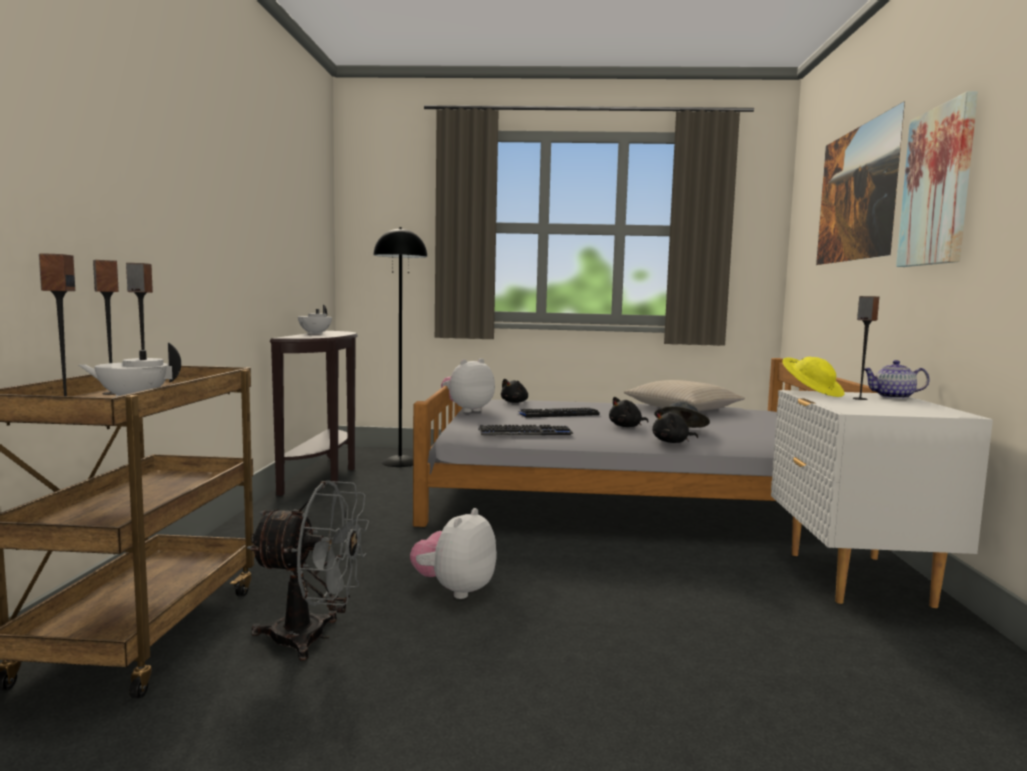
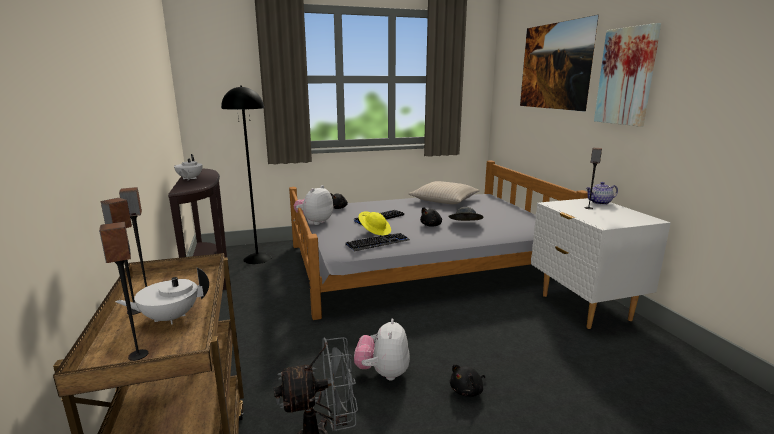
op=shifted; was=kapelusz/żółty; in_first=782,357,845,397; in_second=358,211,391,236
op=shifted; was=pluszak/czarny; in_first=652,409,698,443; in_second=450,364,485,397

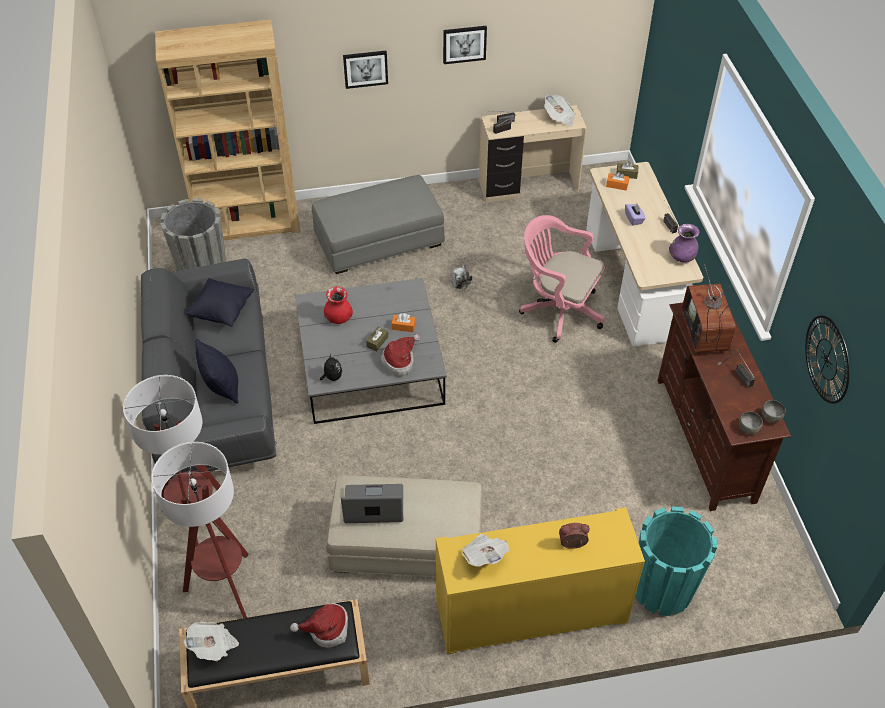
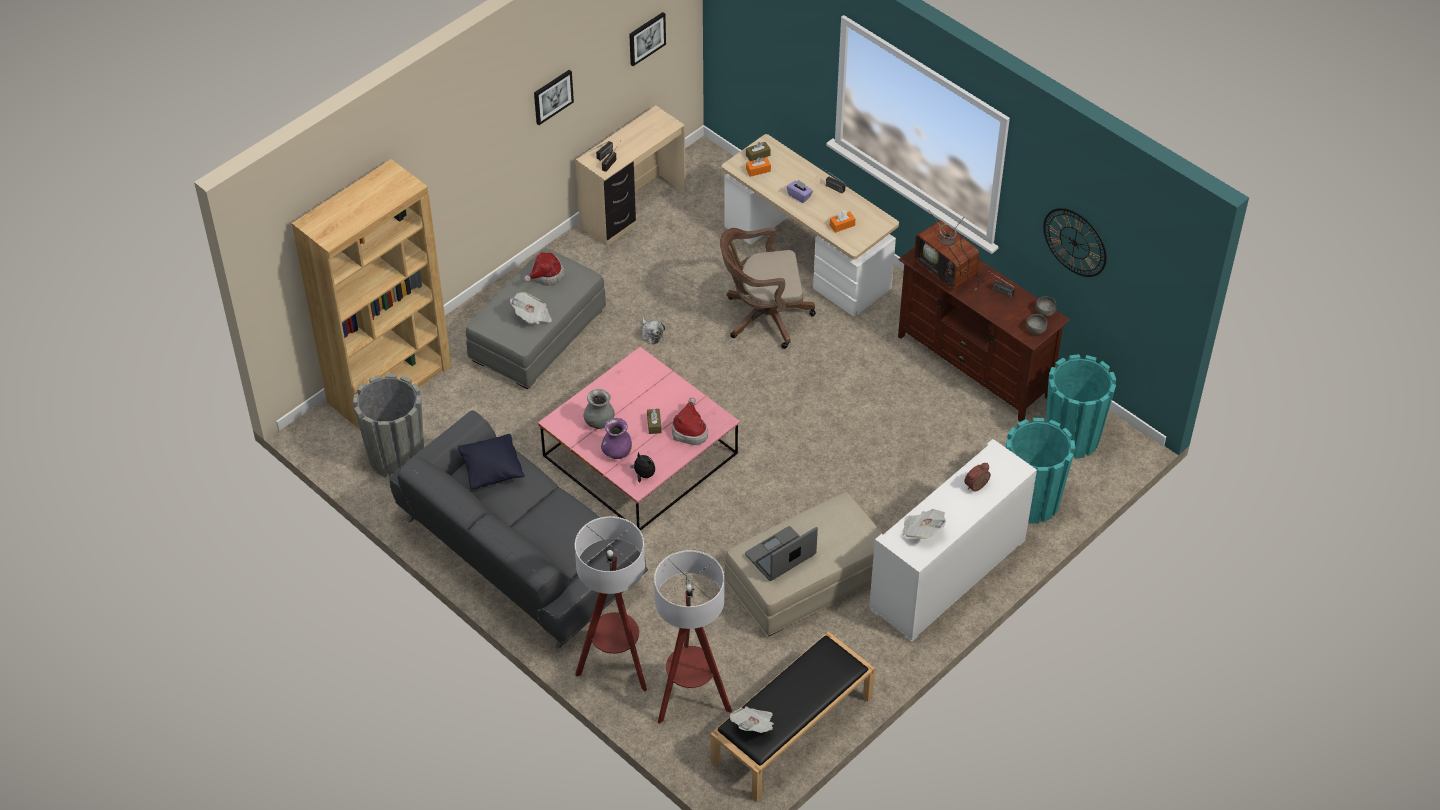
op=shifted; was=obraz; in_first=343,51,388,89; in_second=629,12,666,66
op=shifted; was=gazeta; in_first=544,94,576,127; in_second=510,292,552,324
op=repainted; was=krzesło biurowe/różowy; now=krzesło biurowe/brązowy; in_first=519,215,605,343; in_second=720,227,816,349
op=shifted; was=wazon/fioletowy; in_first=669,224,700,263; in_second=601,418,632,459
op=repainted; was=ława/szary; now=ława/różowy; in_first=295,278,447,424; in_second=538,347,740,531
op=repainted; was=wazon/czerwony; now=wazon/szary; in_first=324,287,353,324; in_second=584,389,614,429
op=shifted; was=pudełko chusteczek/pomarańczowy; in_first=392,313,416,332; in_second=830,211,855,233
op=gone; was=poduszka/czarny; in_first=195,339,239,404
op=repainted; was=szafka/żółty; now=szafka/biały; in_first=436,507,645,654; in_second=869,439,1037,643
op=shifted; was=kapelusz; in_first=290,603,348,648; in_second=524,252,565,286
op=new; now=donica/turkusowy; in_second=1045,354,1116,459

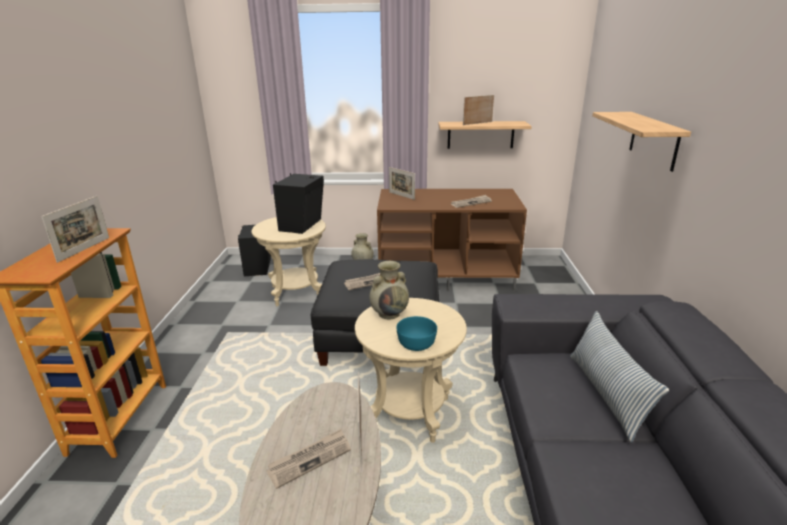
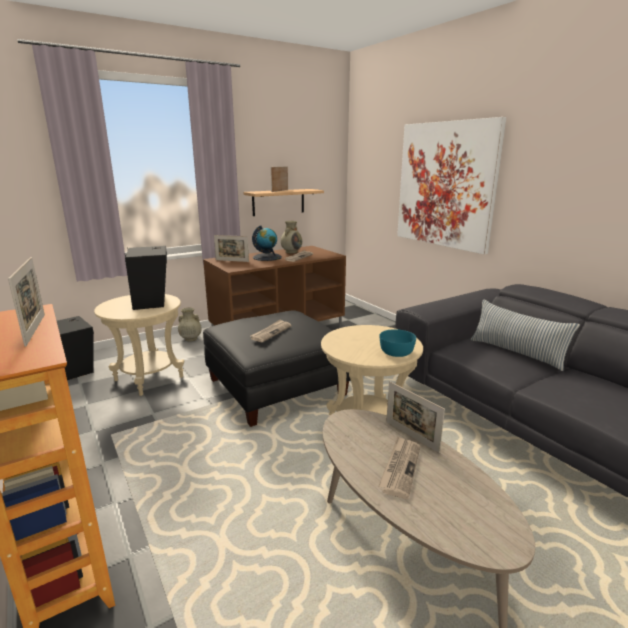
op=swapped; was=półka; now=obraz; in_first=592,112,691,172; in_second=397,117,506,254
op=shifted; was=wazon/beżowy; in_first=369,261,409,320; in_second=280,221,302,253
op=new; now=globus; in_second=252,225,282,261

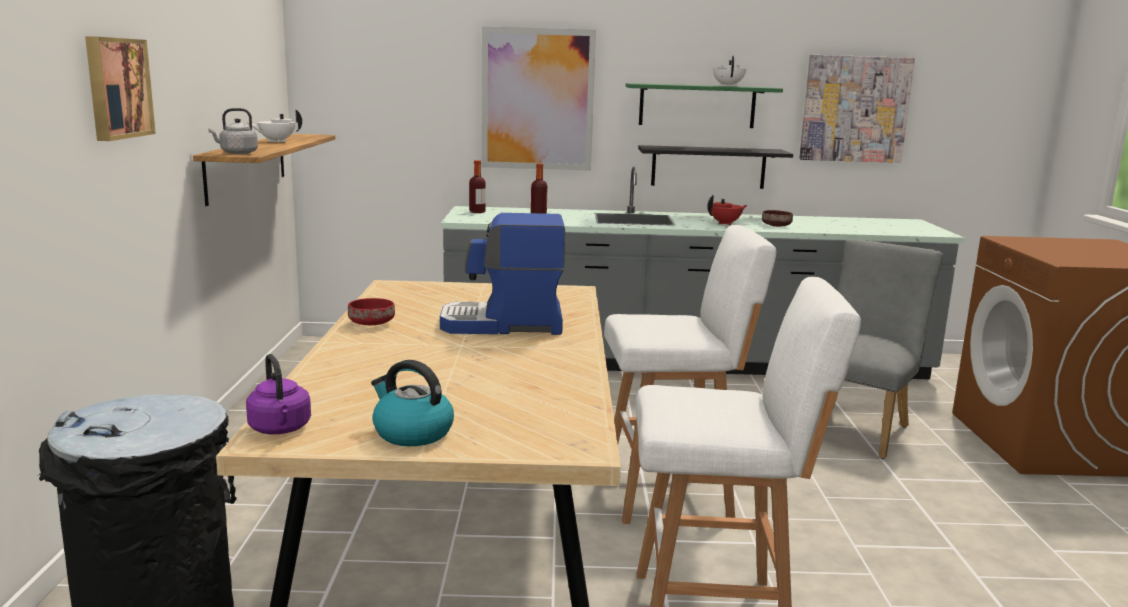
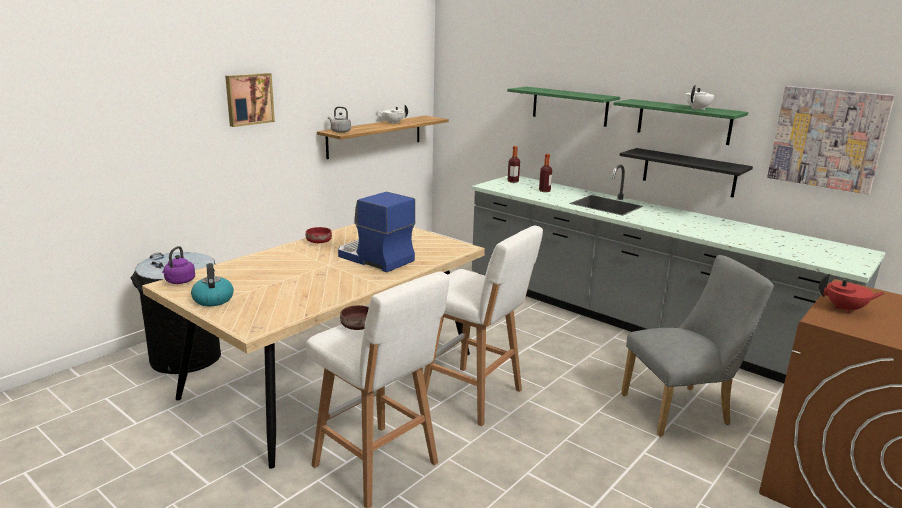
op=swapped; was=obraz; now=półka/zielony; in_first=481,26,596,171; in_second=507,87,620,127
op=shifted; was=imbryk/czerwony; in_first=707,195,747,225; in_second=819,274,885,314
op=shifted; was=miska/brązowy; in_first=762,210,793,227; in_second=340,305,369,330

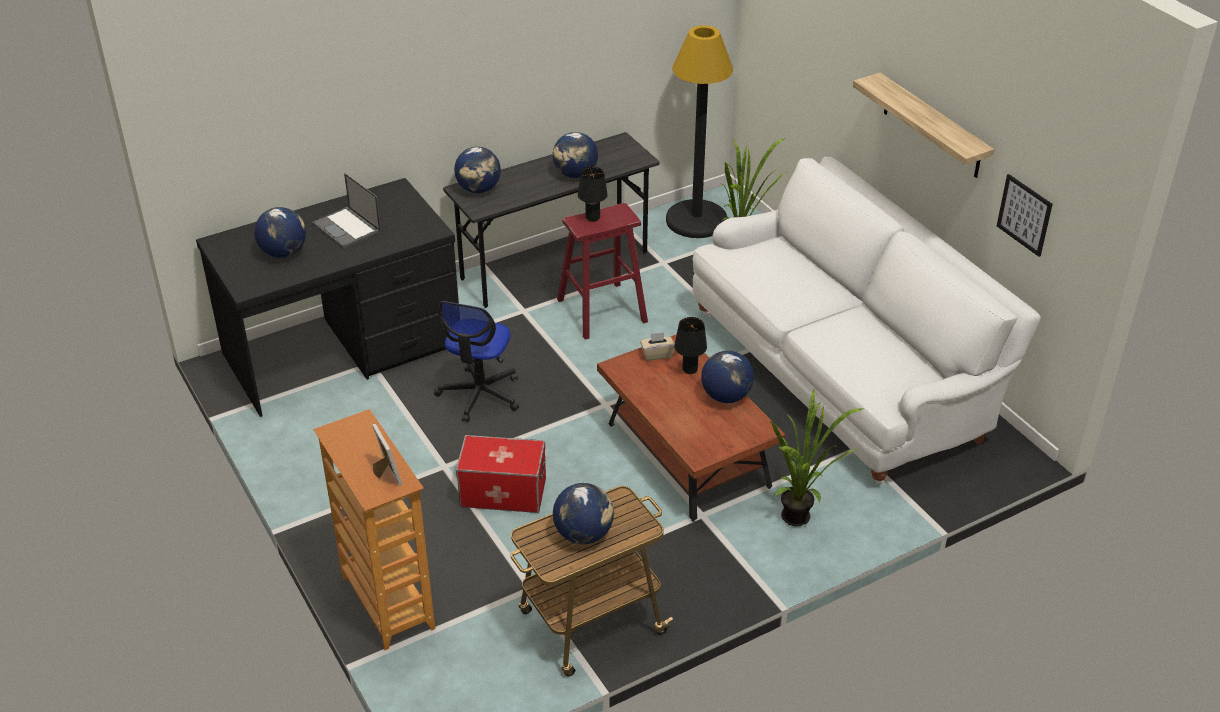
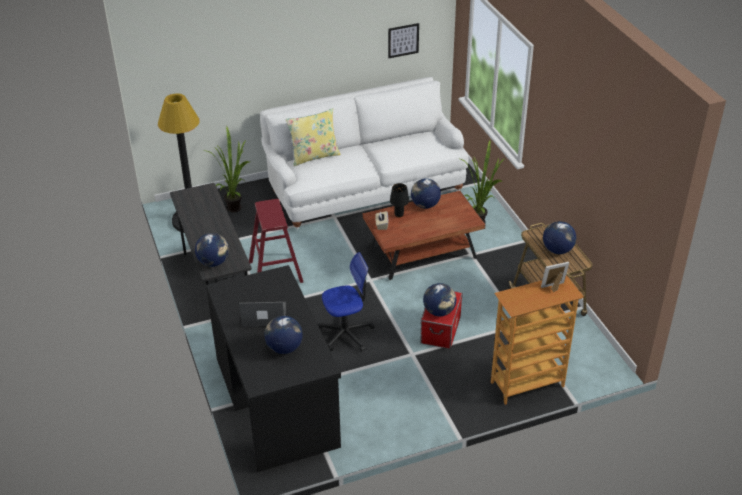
op=gone; was=półka; in_first=853,72,994,178
op=shifted; was=globus; in_first=553,132,598,178; in_second=423,283,456,316
op=gone; was=lampa stołowa/czarny; in_first=578,167,608,222
op=rotated; was=laptop; in_first=312,173,381,249; in_second=239,302,286,327; clockwise=-150
op=rotated; was=krzesło biurowe; in_first=434,301,519,422; in_second=318,252,375,352; clockwise=-45
op=new; now=poduszka/żółty; in_second=286,108,341,166

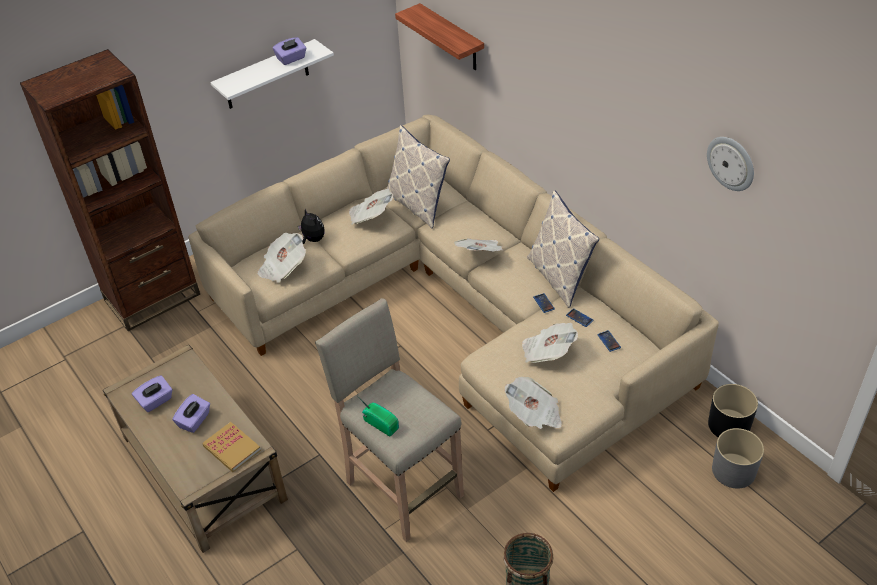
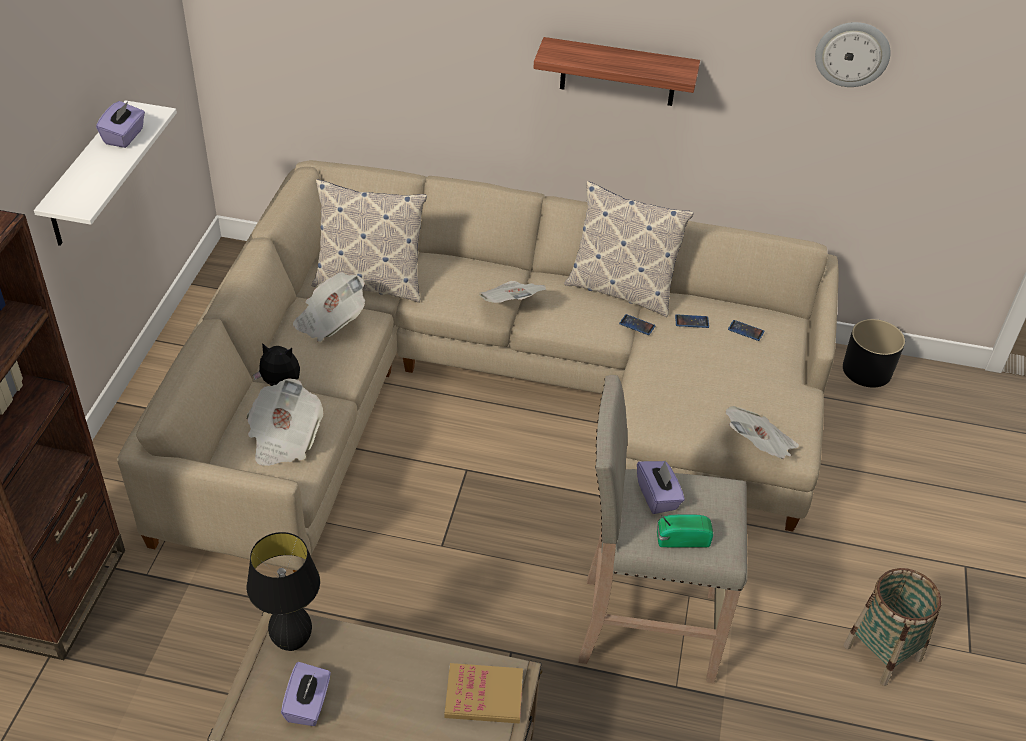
op=shifted; was=półka; in_first=395,3,484,70; in_second=534,37,700,106
op=gone; was=gazeta; in_first=522,323,578,363
op=shifted; was=pudełko chusteczek/fioletowy; in_first=172,394,210,433; in_second=637,461,685,514
op=gone; was=donica/szary; in_first=712,428,764,489
op=new; now=lampa stołowa/czarny; in_second=247,532,320,651

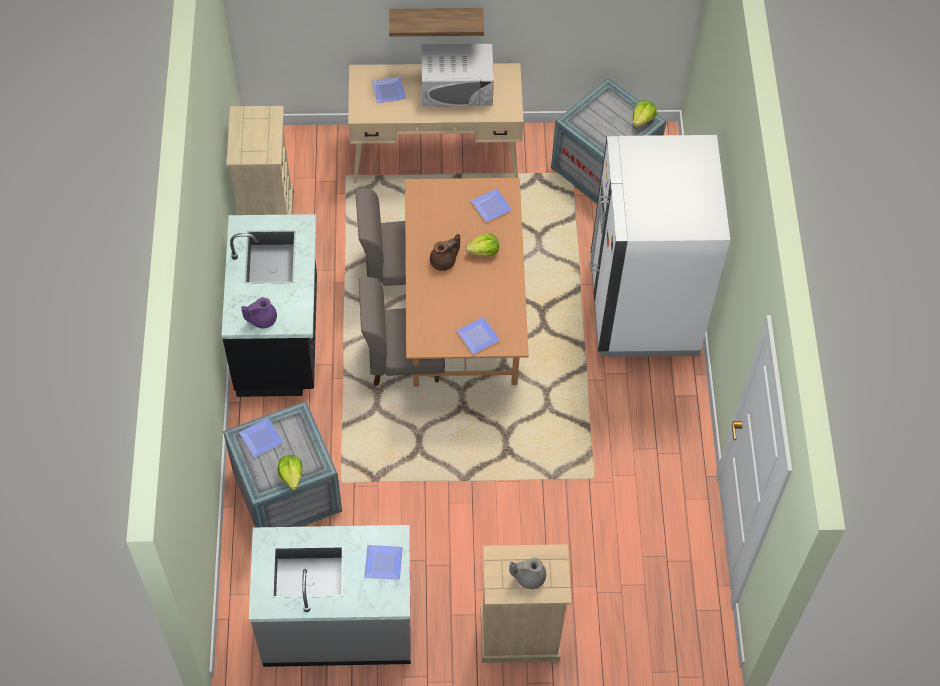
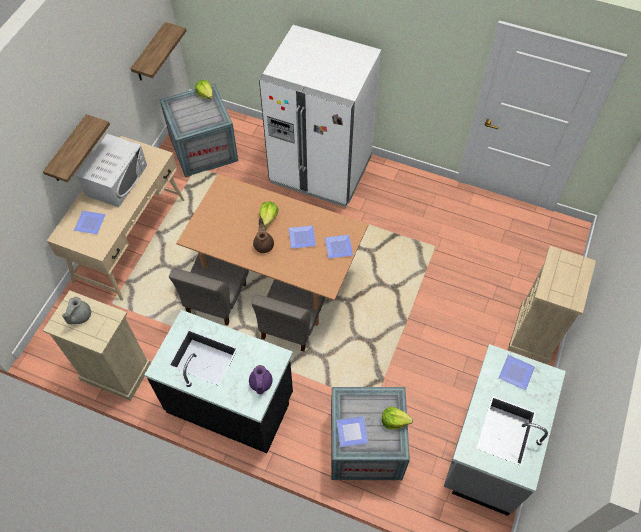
op=shifted; was=talerz; in_first=471,188,512,222; in_second=289,225,316,249
op=shifted; was=imbryk/szary; in_first=509,558,546,589; in_second=62,297,91,324
op=new; now=półka; in_second=130,22,186,81

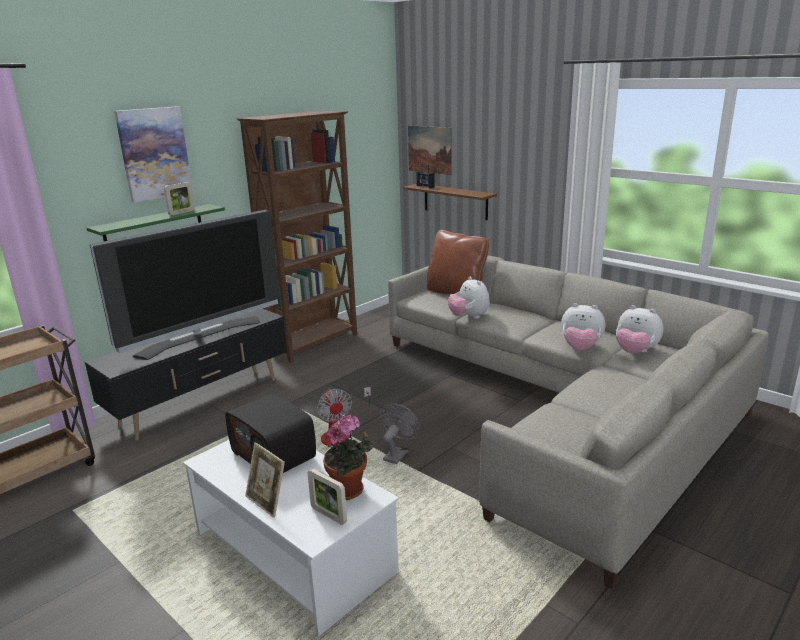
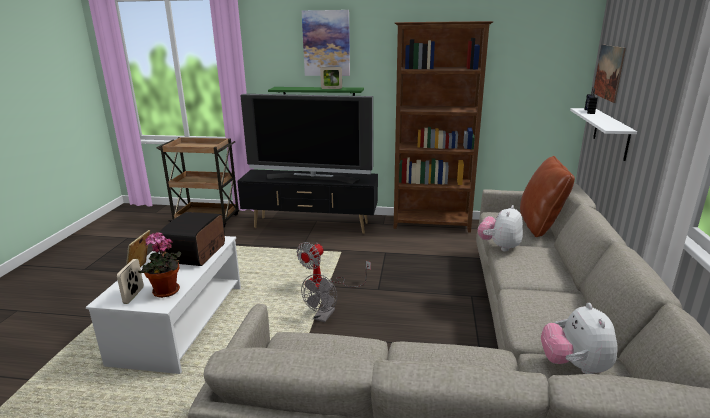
op=repainted; was=półka/brązowy; now=półka/biały; in_first=403,184,497,220; in_second=570,108,637,161
op=gone; was=pluszak; in_first=561,303,605,351
op=rotated; was=wentylator/szary; in_first=380,403,420,464; in_second=301,274,337,322; clockwise=120

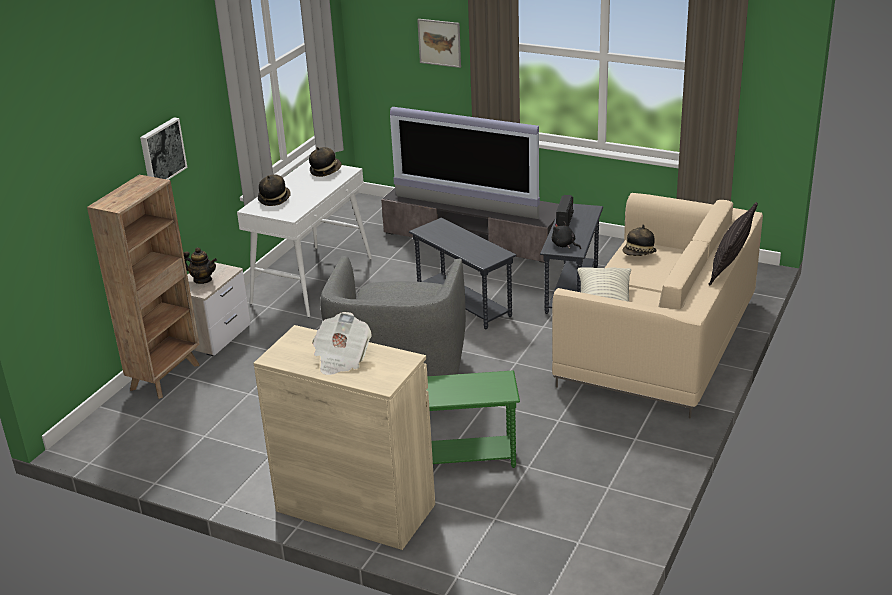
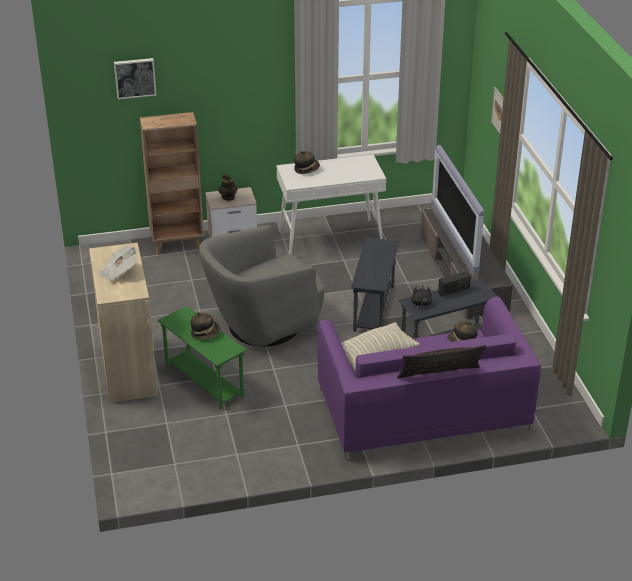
op=shifted; was=obraz; in_first=140,117,187,180; in_second=114,58,156,99
op=shifted; was=kapelusz; in_first=309,147,342,177; in_second=190,312,220,339
op=repainted; was=kanapa/beżowy; now=kanapa/fioletowy; in_first=552,193,763,418; in_second=318,296,541,460

